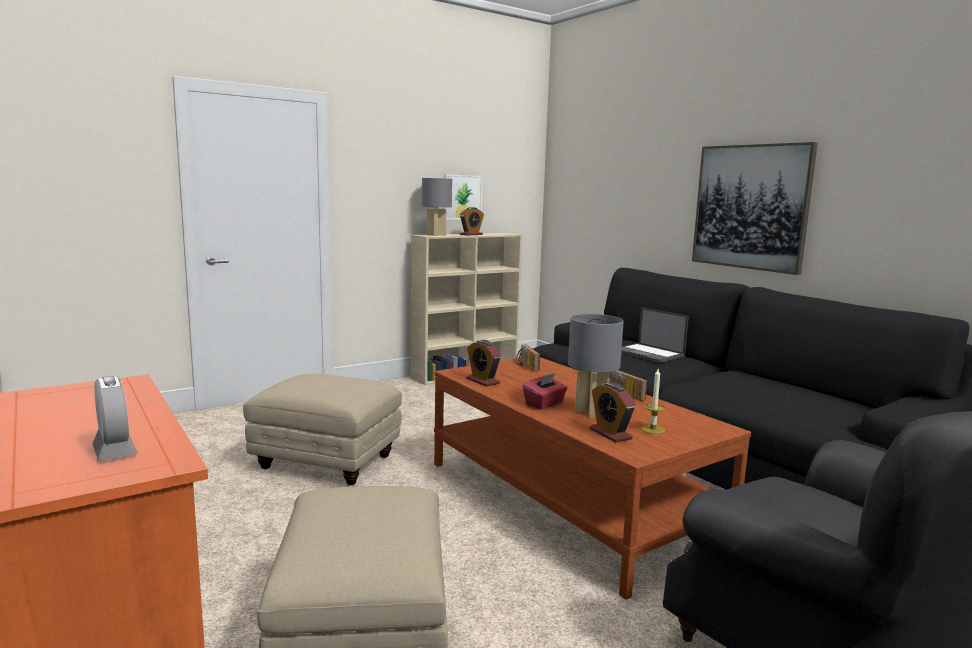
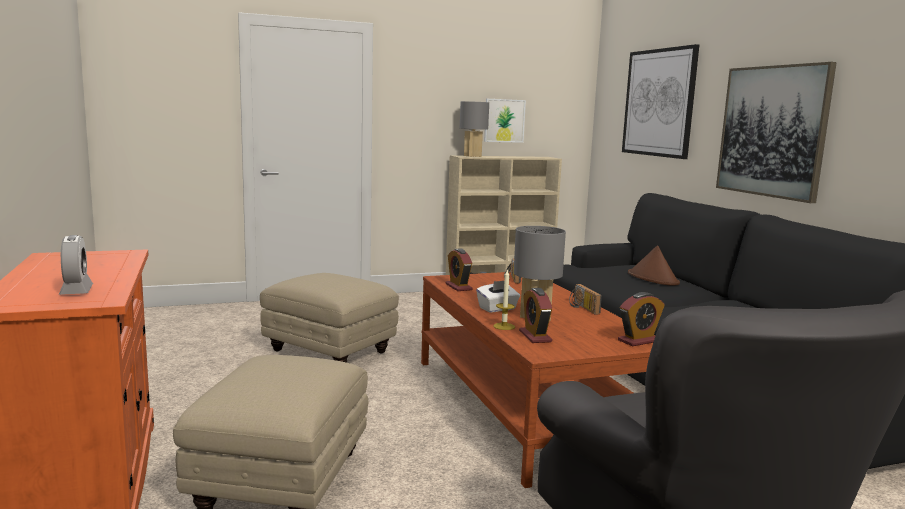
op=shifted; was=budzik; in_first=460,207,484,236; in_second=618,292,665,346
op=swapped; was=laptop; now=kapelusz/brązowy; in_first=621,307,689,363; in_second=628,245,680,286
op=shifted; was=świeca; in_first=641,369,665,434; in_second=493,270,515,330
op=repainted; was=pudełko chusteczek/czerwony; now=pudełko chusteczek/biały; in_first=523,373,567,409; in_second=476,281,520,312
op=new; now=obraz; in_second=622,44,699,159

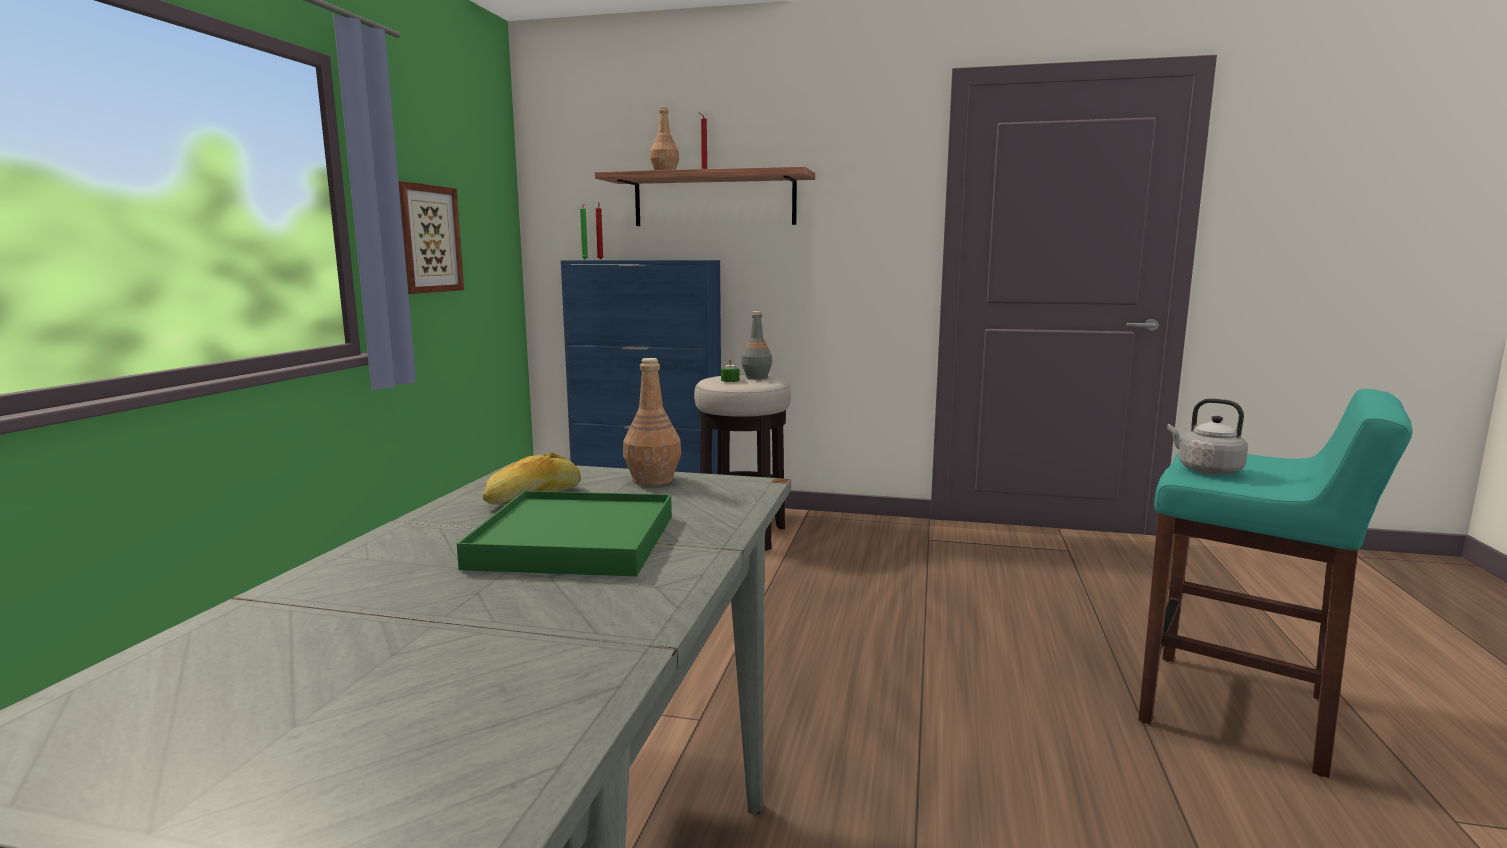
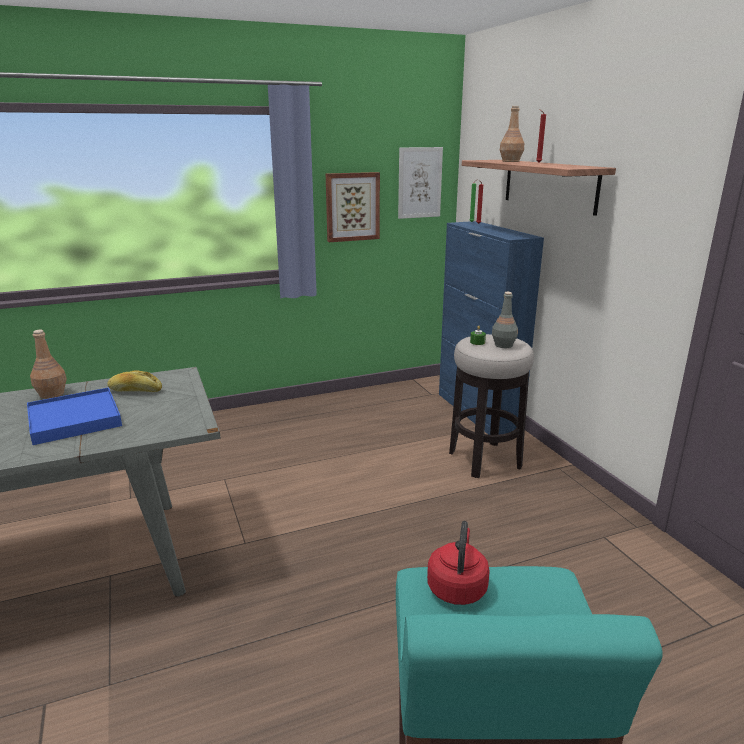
op=shifted; was=butelka/brązowy; in_first=623,358,681,486; in_second=30,330,67,399
op=repainted; was=czajnik/szary; now=czajnik/czerwony; in_first=1167,399,1248,475; in_second=427,521,490,605
op=repainted; was=taca/zielony; now=taca/niebieski; in_first=457,491,672,576; in_second=27,387,122,445
op=new; now=obraz; in_second=398,147,443,219

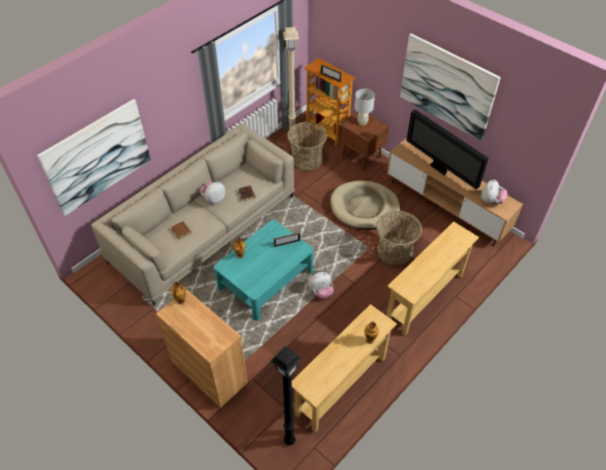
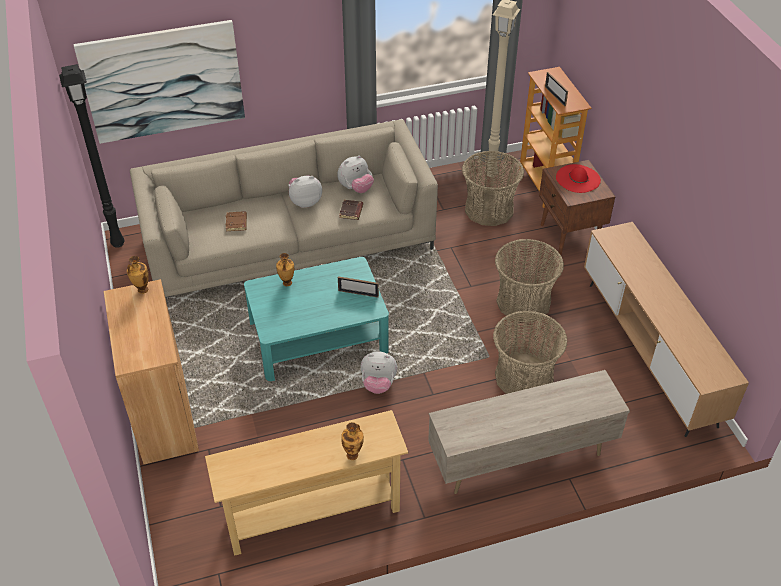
op=gone; was=obraz; in_first=400,33,501,141
op=swapped; was=lampa stołowa/biały; now=kapelusz/czerwony; in_first=355,89,375,126; in_second=556,164,601,193
op=gone; was=telewizor; in_first=406,109,489,189
op=shifted; was=pluszak; in_first=481,179,507,204; in_second=337,155,374,193
op=swapped; was=legowisko/beżowy; now=koszyk; in_first=330,181,400,230; in_second=495,239,564,322
op=swapped; was=stolik konsolowy/beżowy; now=szafka pod telewizor/beżowy; in_first=386,221,479,335; in_second=428,370,630,494
op=shifted; was=lampa stojąca/czarny; in_first=271,346,302,445; in_second=59,64,125,248

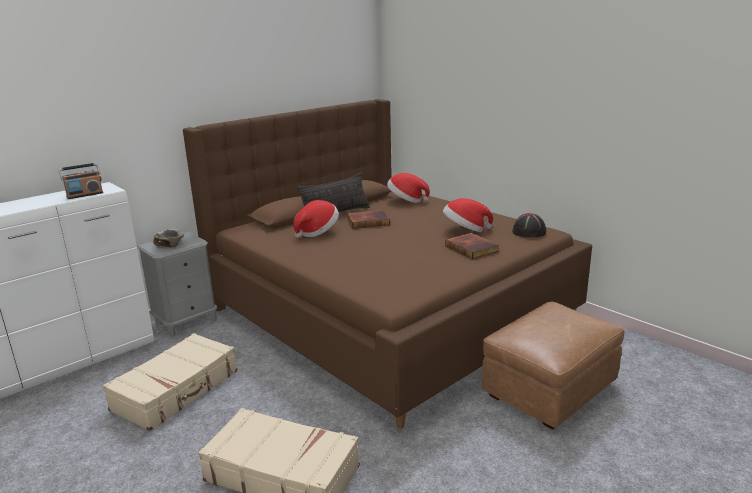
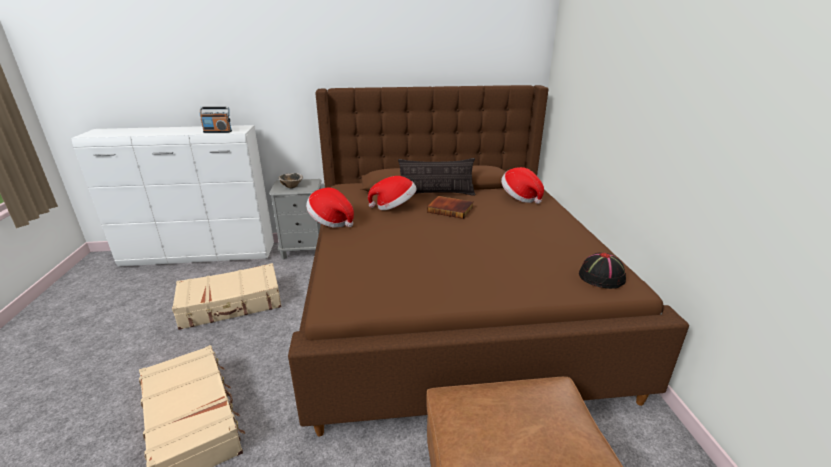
op=shifted; was=kapelusz; in_first=443,198,493,232; in_second=306,187,354,228
op=gone; was=książka; in_first=445,233,499,259

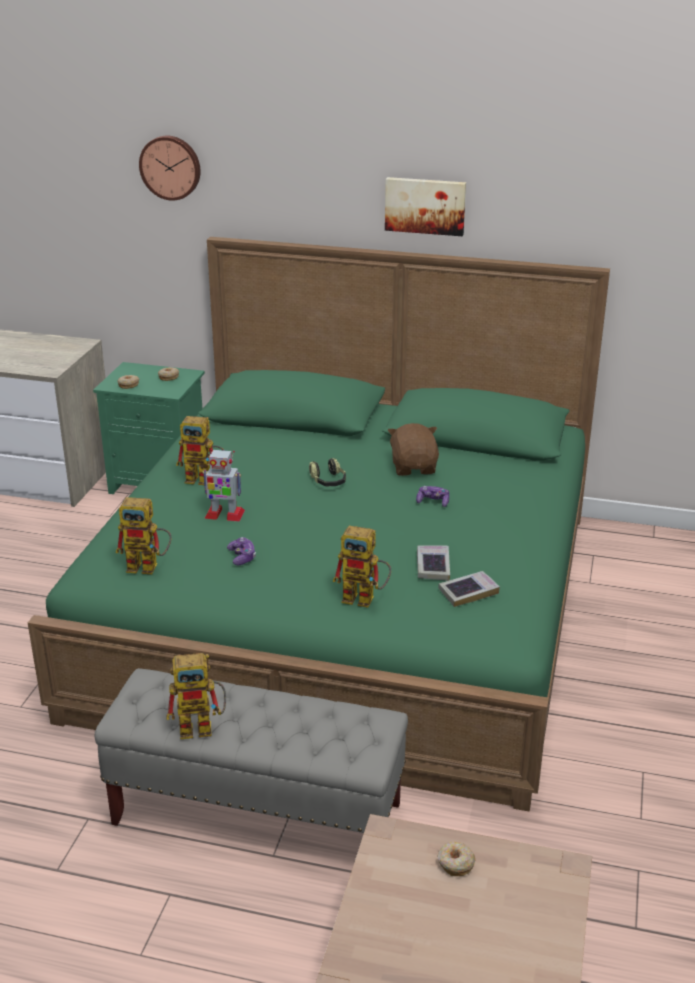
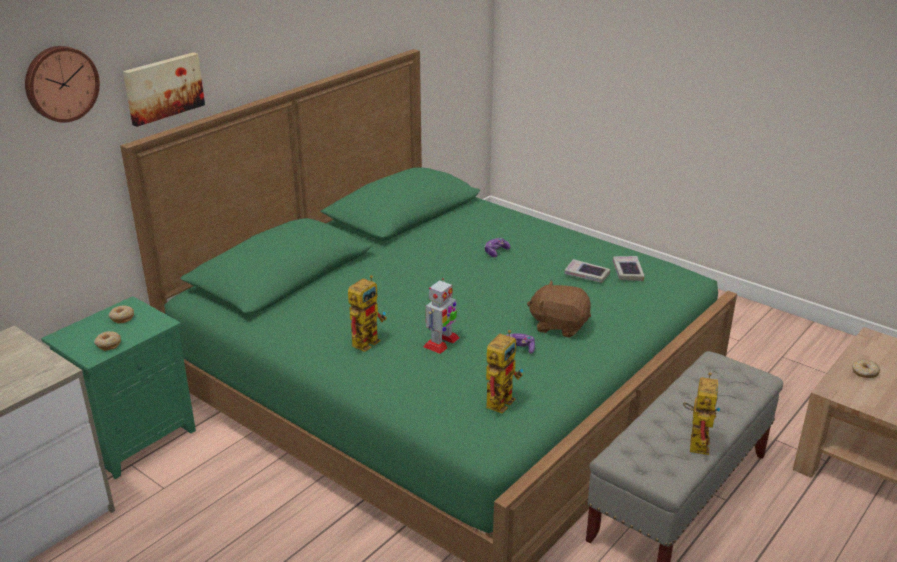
op=shifted; was=obraz; in_first=385,177,466,236; in_second=123,52,205,127
op=shifted; was=pluszak/brązowy; in_first=388,423,439,476; in_second=527,281,591,338
op=gone; was=słuchawki; in_first=309,458,346,486
op=gone; was=robot zabawkowy; in_first=333,526,391,608

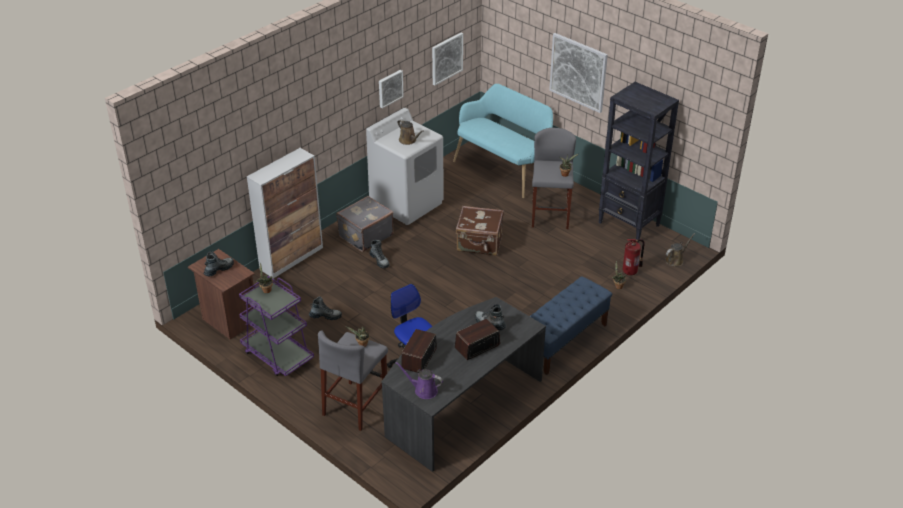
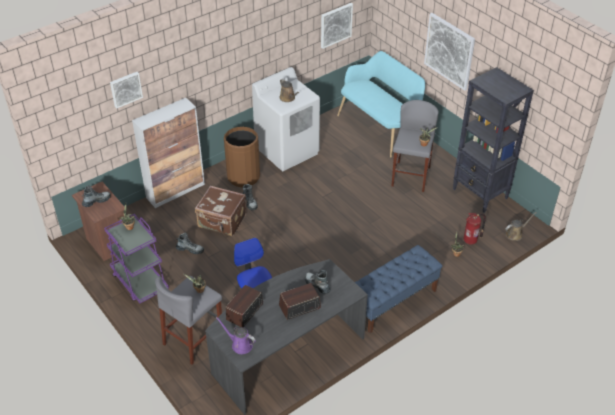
op=shifted; was=obraz; in_first=379,70,404,108; in_second=110,72,143,109
op=swapped; was=walizka/szary; now=kosz na śmieci/brązowy; in_first=336,196,394,252; in_second=224,127,260,187
op=shifted; was=walizka/brązowy; in_first=456,206,504,256; in_second=195,186,246,236

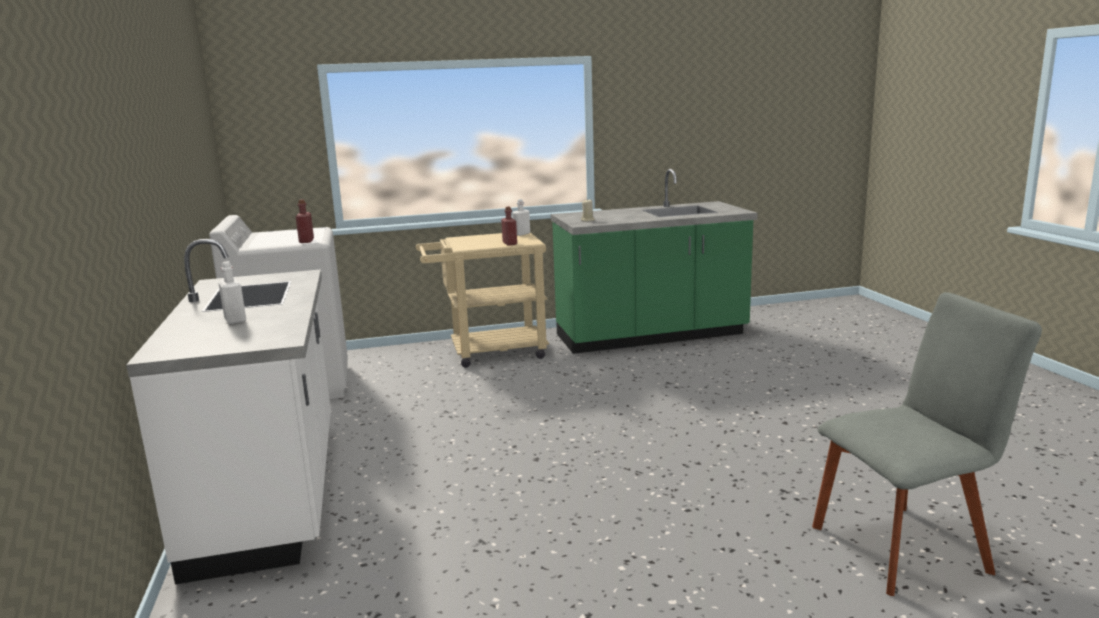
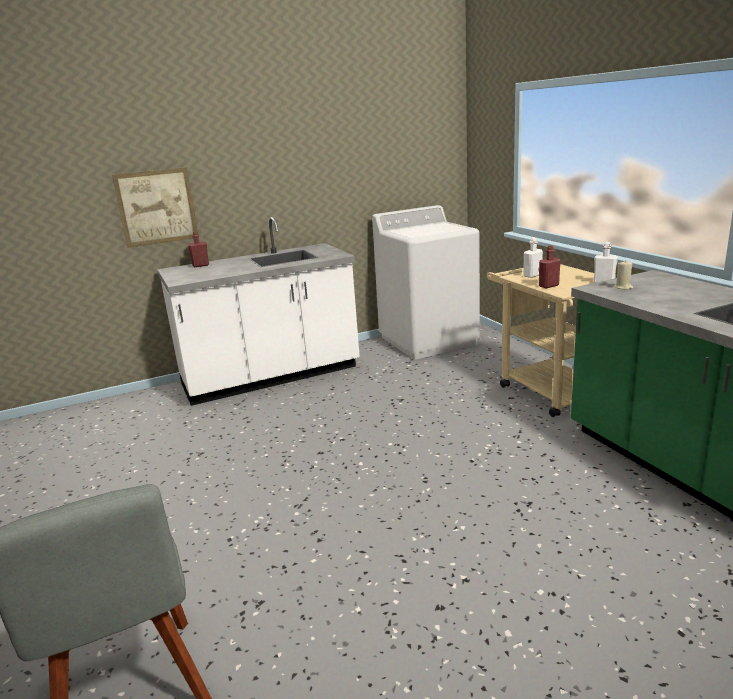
op=shifted; was=butelka/czerwony; in_first=296,199,314,243; in_second=188,232,209,267
op=shifted; was=butelka/biały; in_first=218,261,246,324; in_second=523,237,543,278
op=new; now=obraz; in_second=112,167,198,248

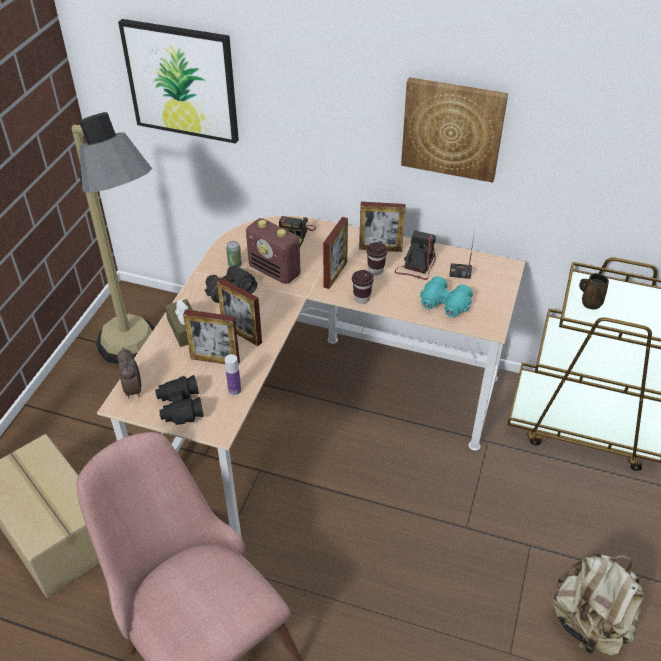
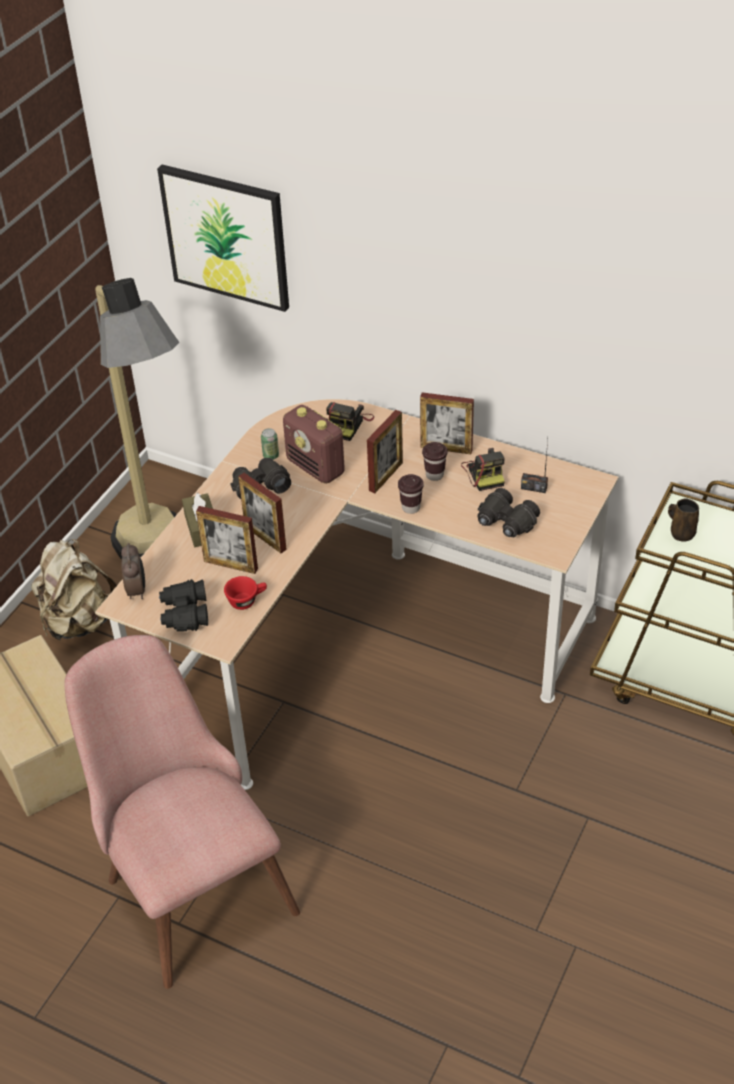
op=gone; was=obraz; in_first=401,77,508,183
op=rotated; was=aparat fotograficzny; in_first=395,230,436,280; in_second=461,448,505,491; clockwise=135
op=repainted; was=lornetka/turkusowy; now=lornetka/czarny; in_first=420,276,473,317; in_second=477,488,540,537
op=swapped; was=butelka; now=filiżanka/czerwony; in_first=225,354,241,395; in_second=224,576,267,610
op=shifted; was=plecak/beżowy; in_first=553,554,644,656; in_second=31,539,117,641

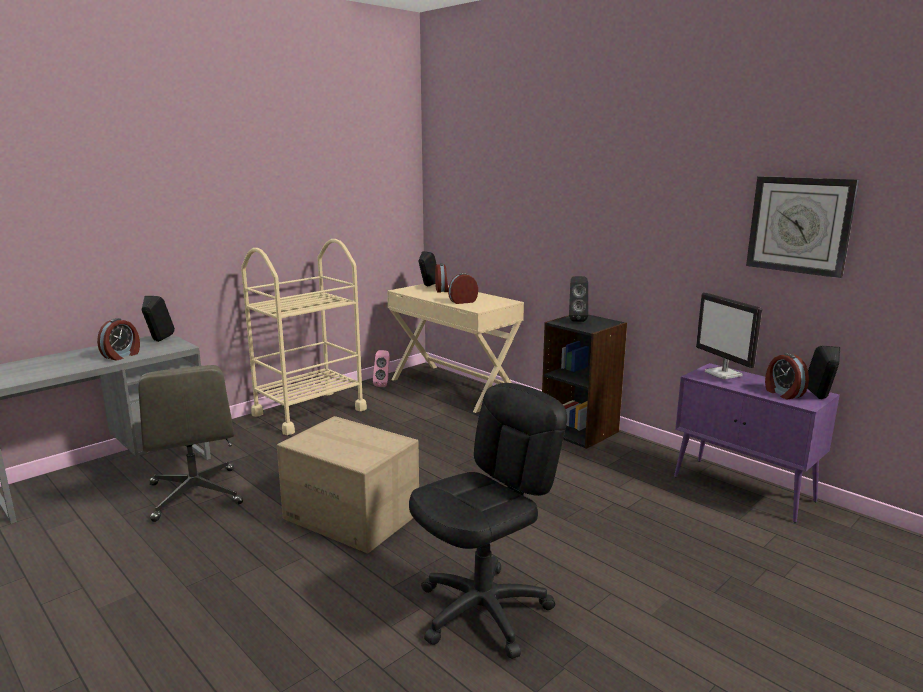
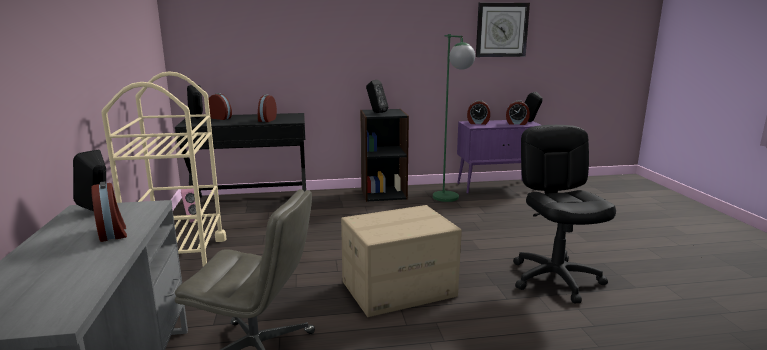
op=repainted; was=biurko/beżowy; now=biurko/czarny; in_first=387,284,524,413; in_second=175,113,306,198
op=swapped; was=monitor; now=budzik; in_first=696,292,762,379; in_second=467,100,490,125
op=new; now=lampa stojąca/zielony; in_second=433,34,475,202

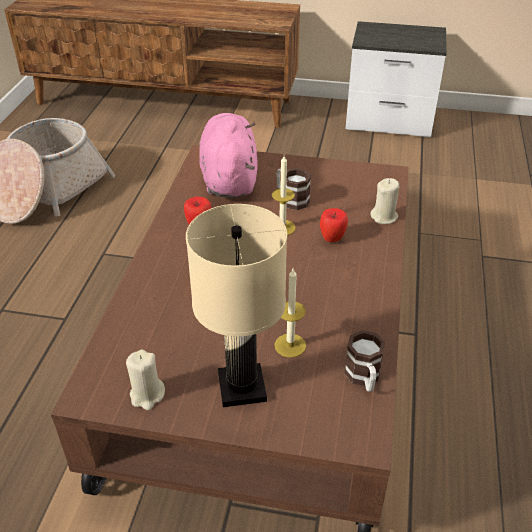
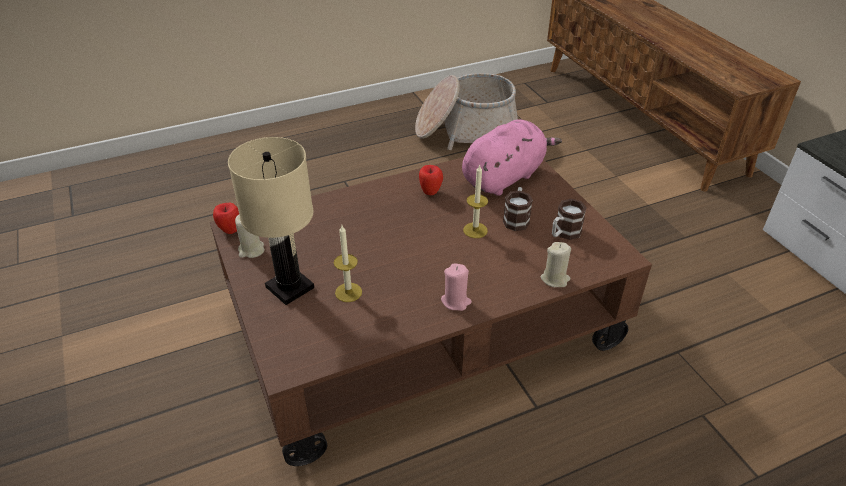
op=shifted; was=jabłko; in_first=320,208,348,242; in_second=213,203,239,234
op=shifted; was=kubek; in_first=344,330,385,392; in_second=552,199,587,240
op=new; now=świeca/różowy; in_second=441,263,472,311

